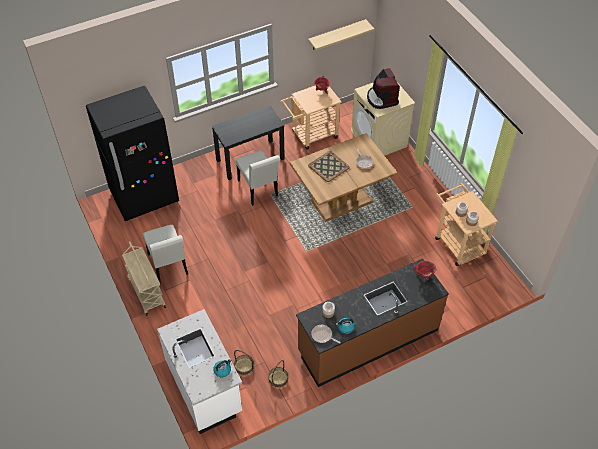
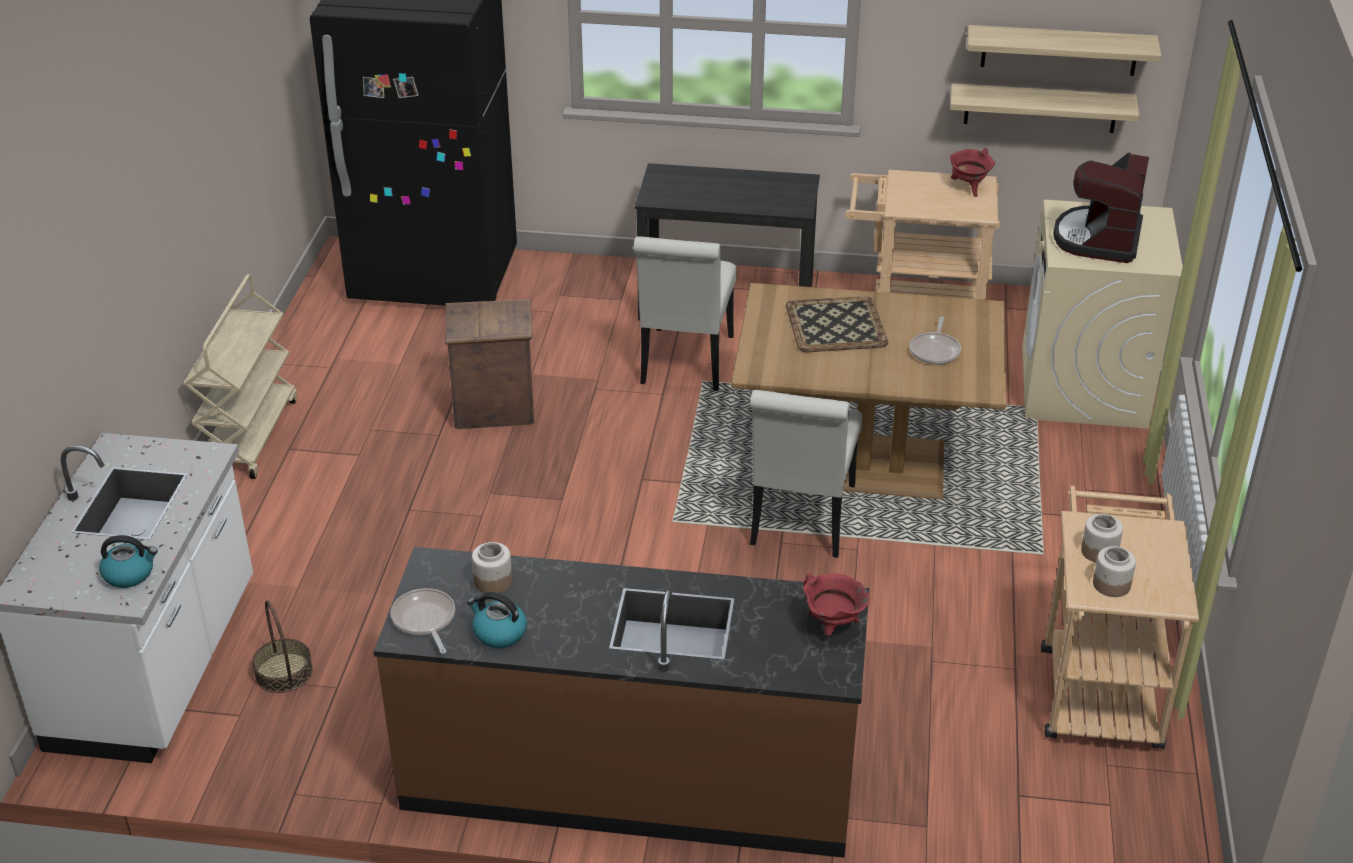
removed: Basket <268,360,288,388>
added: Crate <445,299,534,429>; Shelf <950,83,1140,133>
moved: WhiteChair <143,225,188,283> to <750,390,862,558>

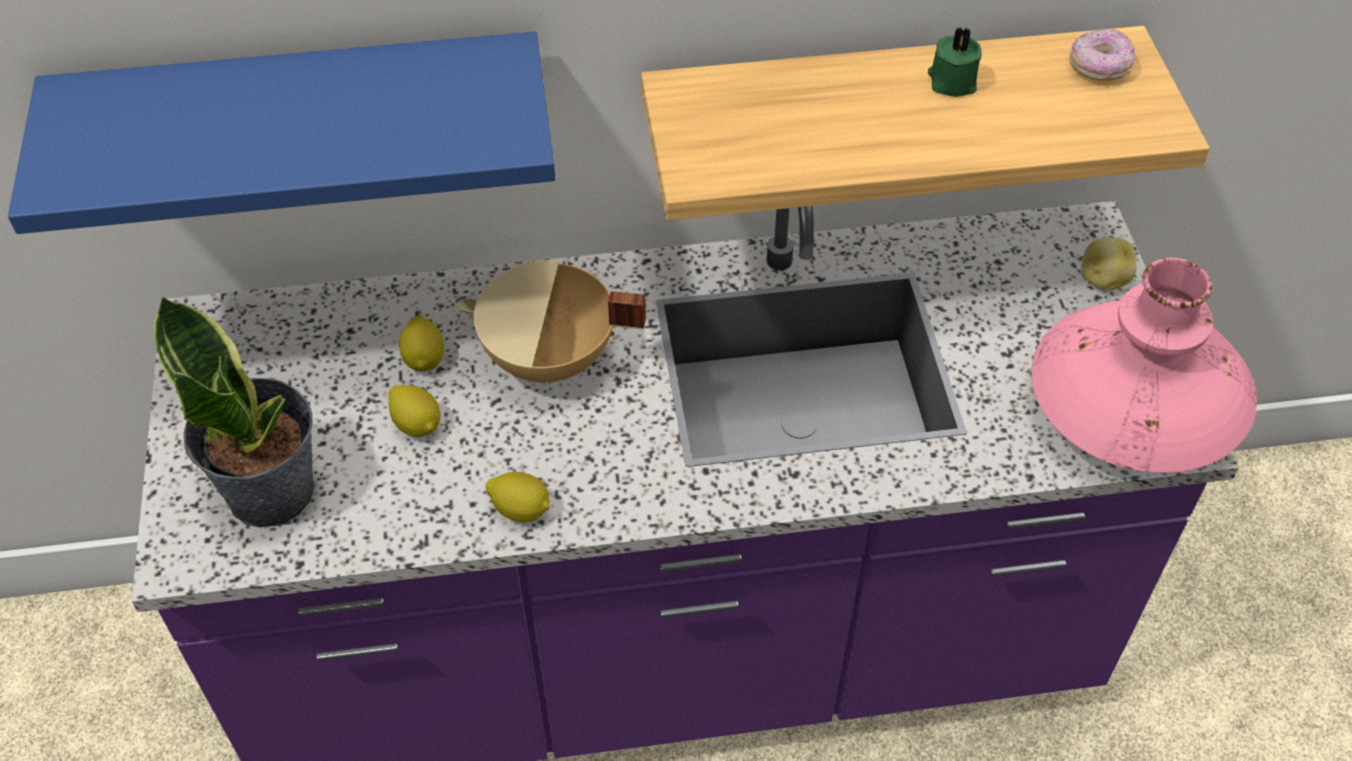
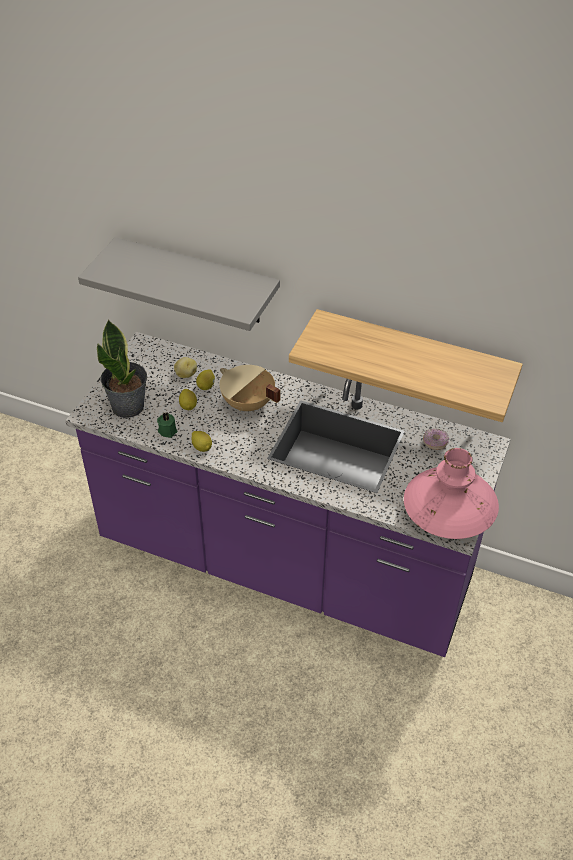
moved: GreenCandle <928,27,982,97> to <157,412,177,438>; Donut <1069,29,1135,81> to <423,429,449,450>; Potato <1081,237,1136,291> to <174,357,197,378>
recoloured: BlueShelf <8,32,555,234> to GreyShelf <78,237,280,331>

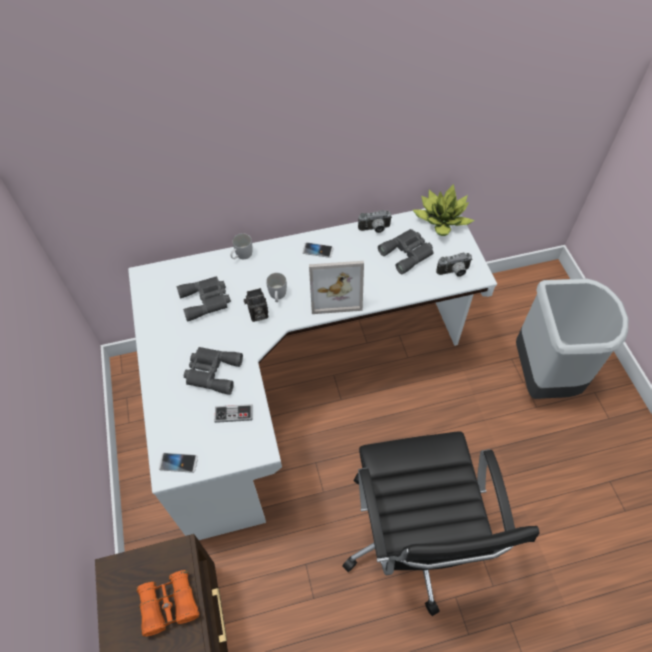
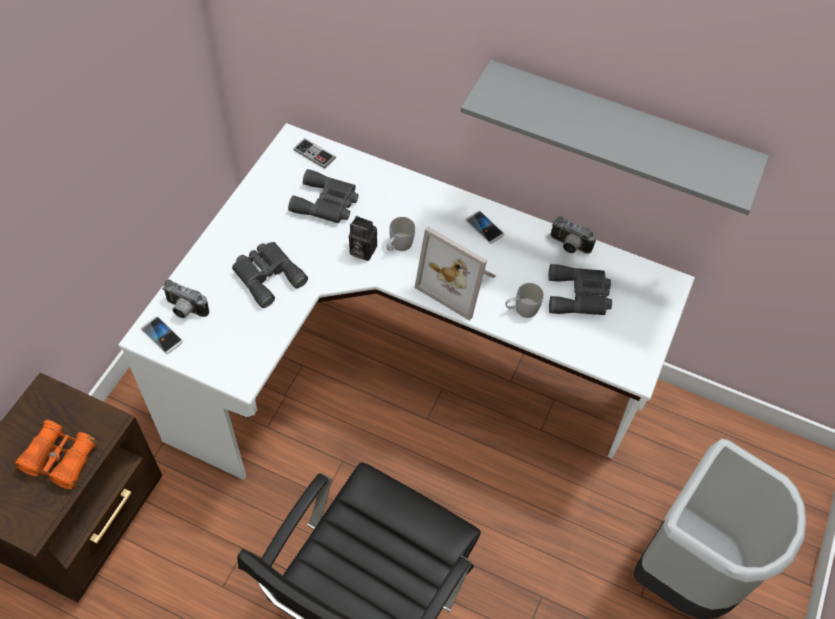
removed: PottedPlant <413,184,475,236>
added: GreyShelf <461,60,769,215>
moved: GameController <215,404,253,423> to <294,138,336,169>; WhiteMug <230,233,252,259> to <506,283,544,318>; PhotoCamera <436,253,472,277> to <162,279,209,318>

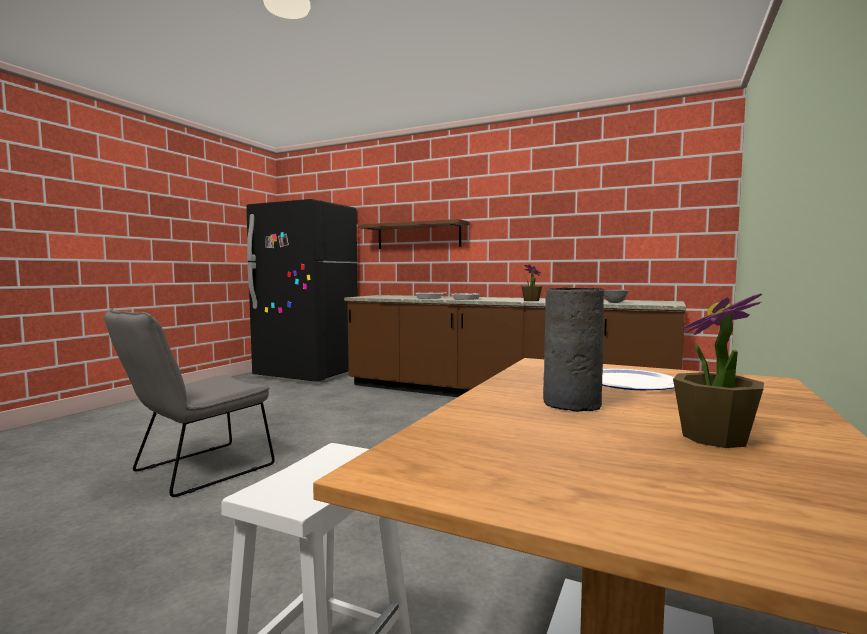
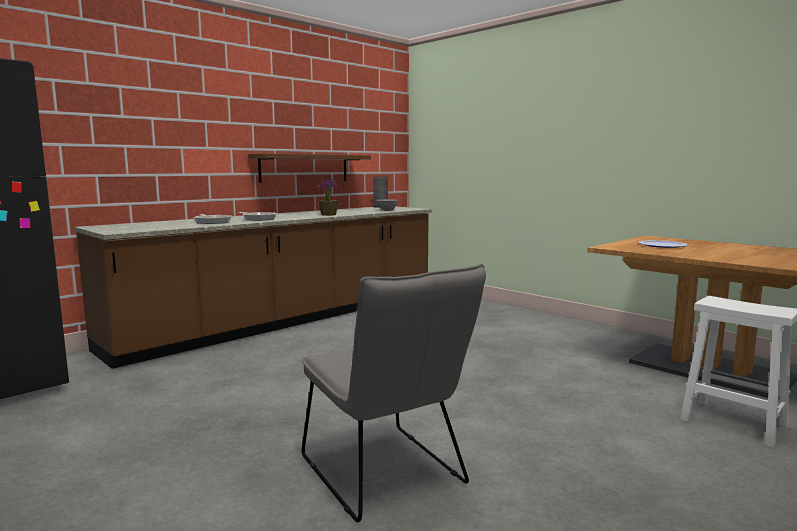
removed: PottedPlant <673,293,764,448>
moved: BrownShelf <357,219,470,249> to <248,153,371,183>; GreyVase <543,288,604,412> to <373,177,388,208>

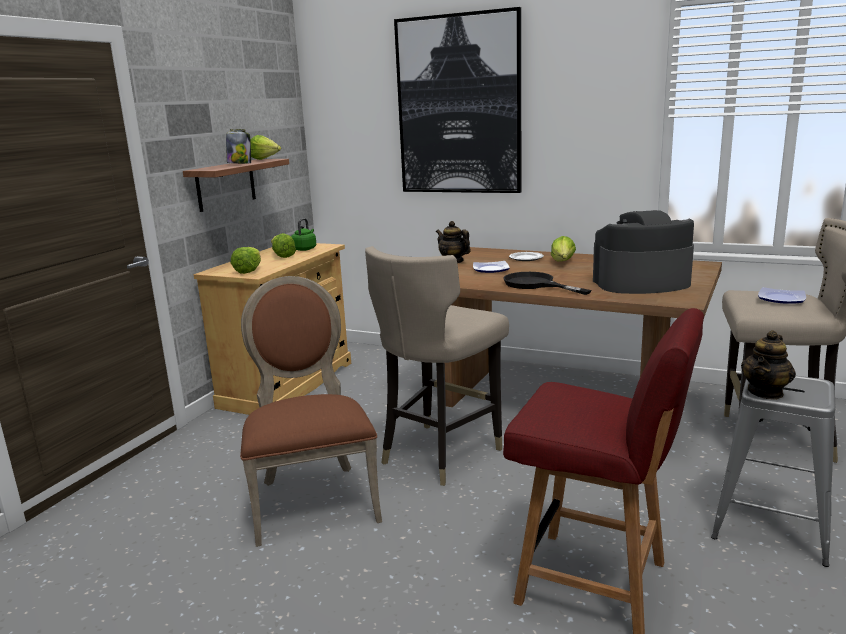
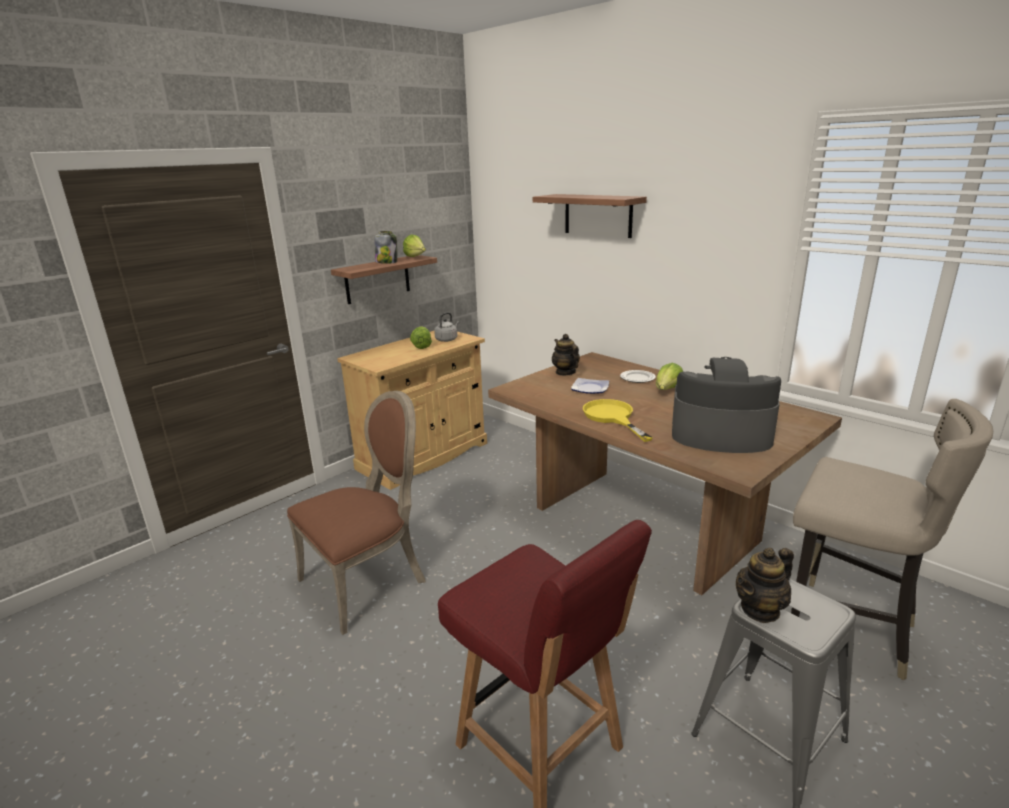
removed: Lettuce <231,247,261,274>; BeigeStool <365,246,509,486>; Plate <758,287,806,304>
replaced: Picture <394,7,521,193> to Shelf <533,194,647,238>
recoloured: GreenKettle <291,218,316,251> to GreyKettle <434,312,459,342>; BlackFryingPan <503,272,591,295> to YellowFryingPan <583,399,653,442>
turned: BrownChair <240,276,382,547> = <287,391,426,635> 45 degrees clockwise

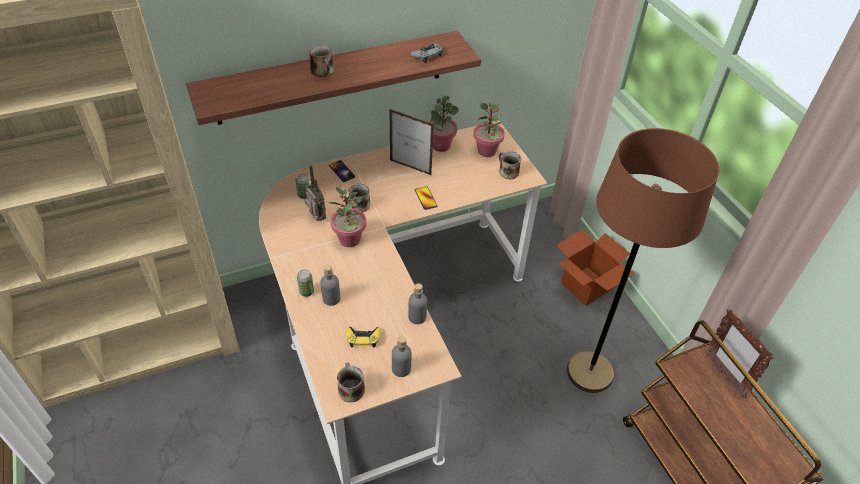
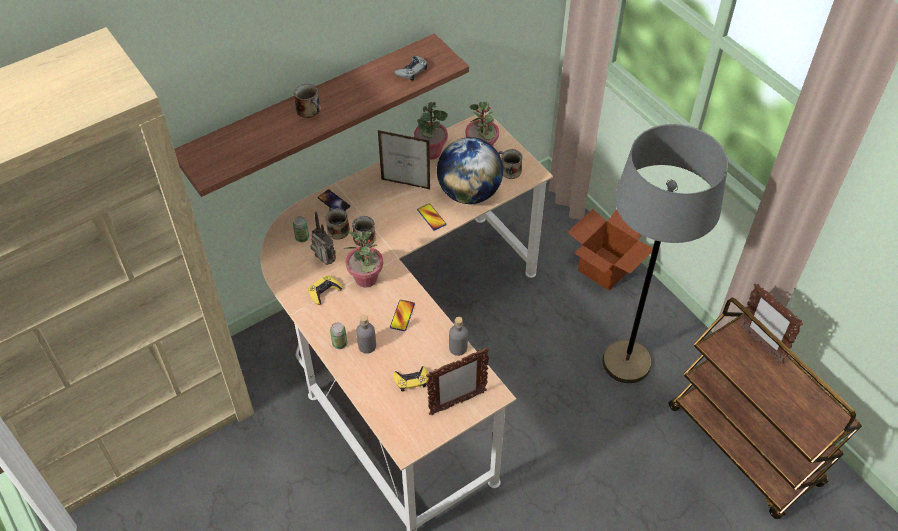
added: YellowGameController <308,275,342,305>; Phone <390,300,415,331>; Globe <437,137,503,204>
moved: Mug <337,362,365,402> to <326,208,350,240>
replaced: GreyBottle <392,336,412,377> to PictureFrame <426,347,490,415>
recoloured: BrownFloorLamp <567,128,719,393> to GreyFloorLamp <602,124,728,383>

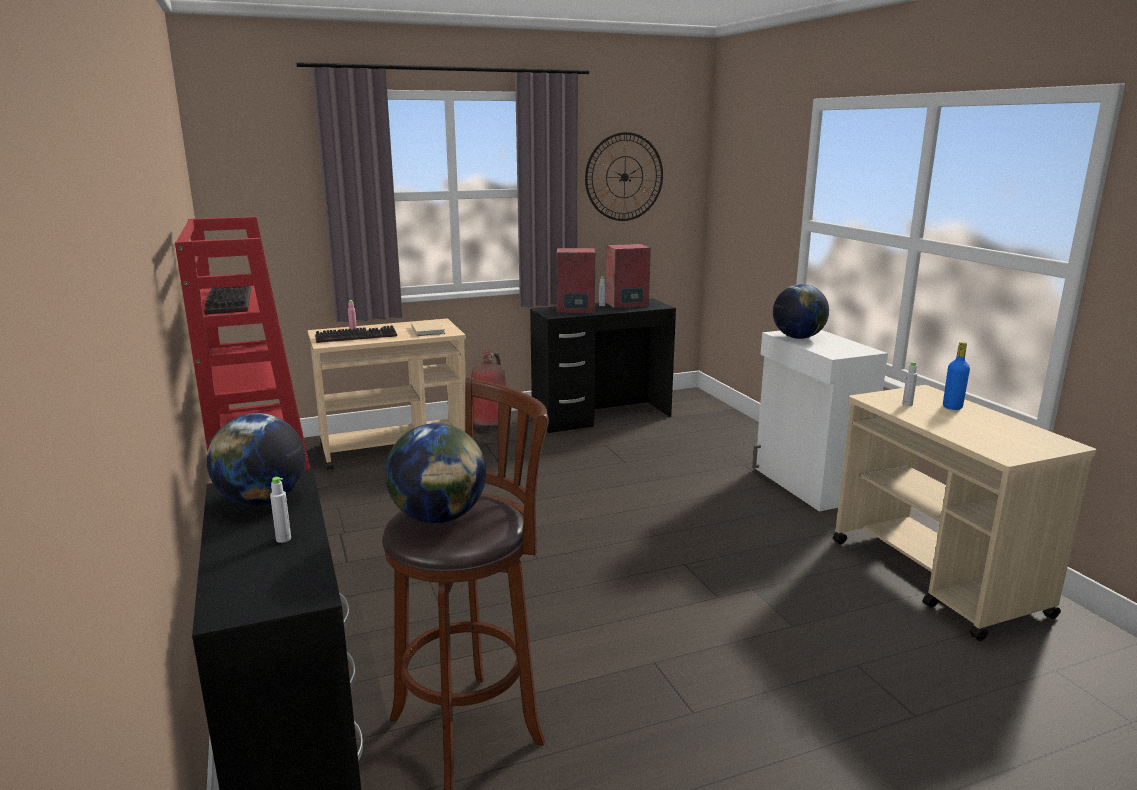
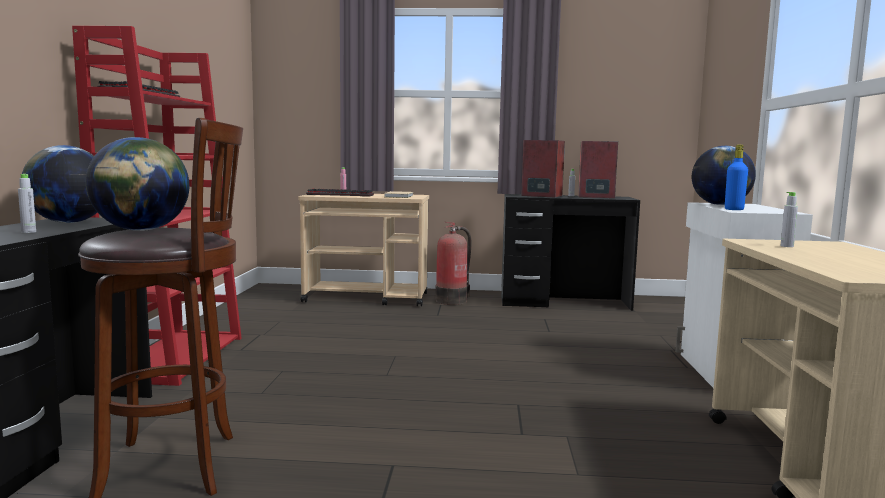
removed: WallClock <585,132,663,221>
moved: BlueBottle <943,342,970,410> to <725,145,748,210>

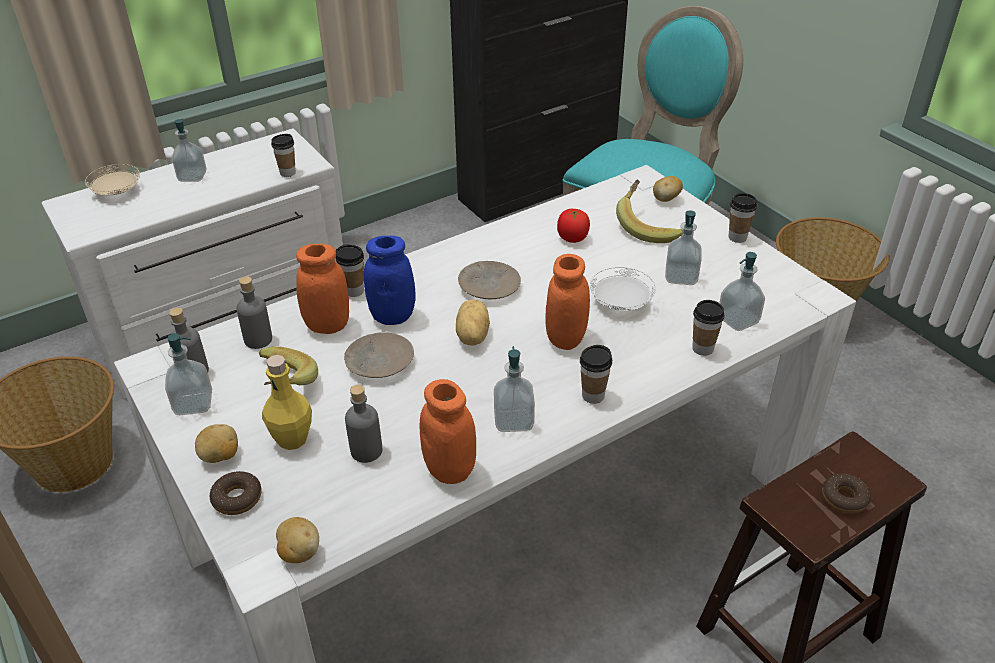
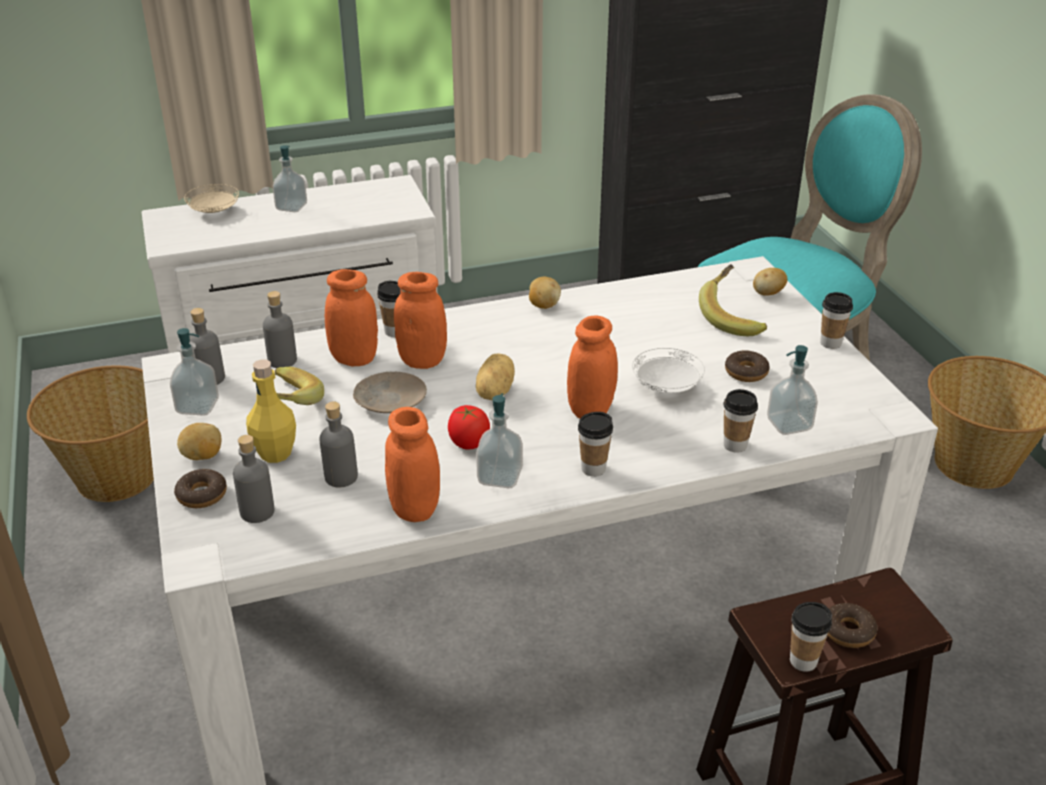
removed: BeigePlate <458,261,521,299>
added: GreyBottle <233,435,274,523>
moved: Cup <271,134,296,177> to <790,602,832,672>; Potato <276,517,319,563> to <529,277,561,309>; Tomato <557,209,590,243> to <448,405,490,450>
replaced: SoapDispenser <665,210,702,285> to Donut <725,350,770,382>
recoloured: BlueJar <364,236,416,325> to OrangeJar <394,272,447,369>

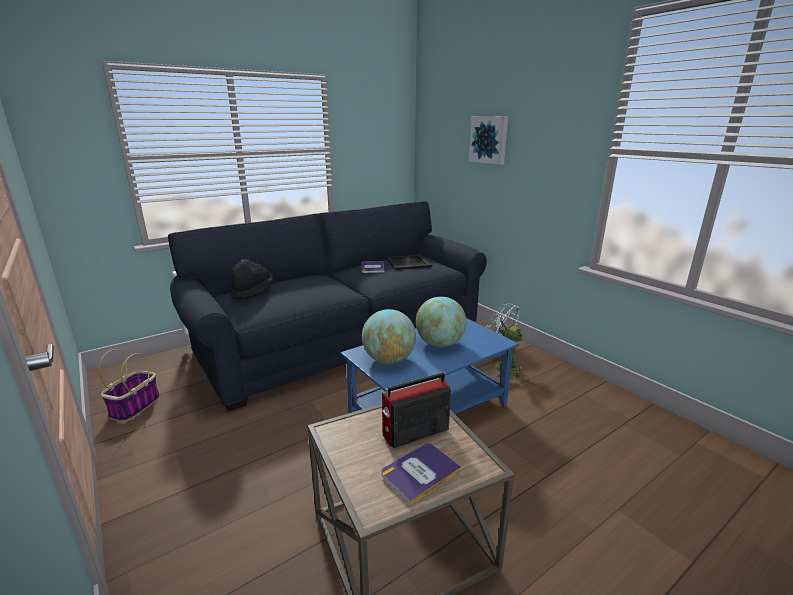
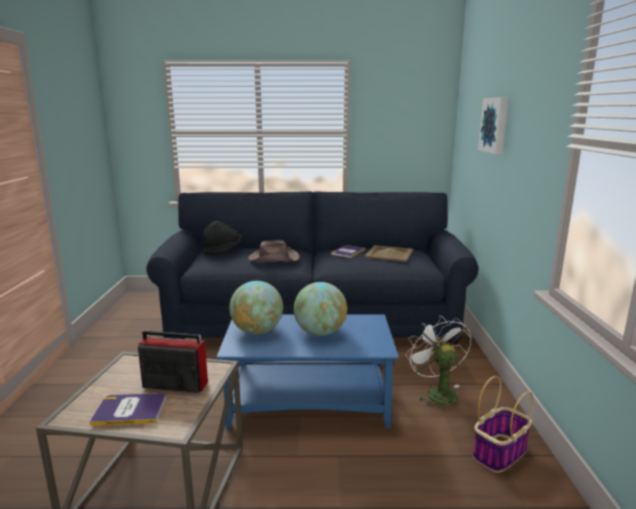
added: BrownHat <248,240,299,262>
moved: Basket <98,349,160,422> to <473,376,534,473>
recoloured: BlackTray <386,254,432,270> to BeigeTray <364,245,413,262>

